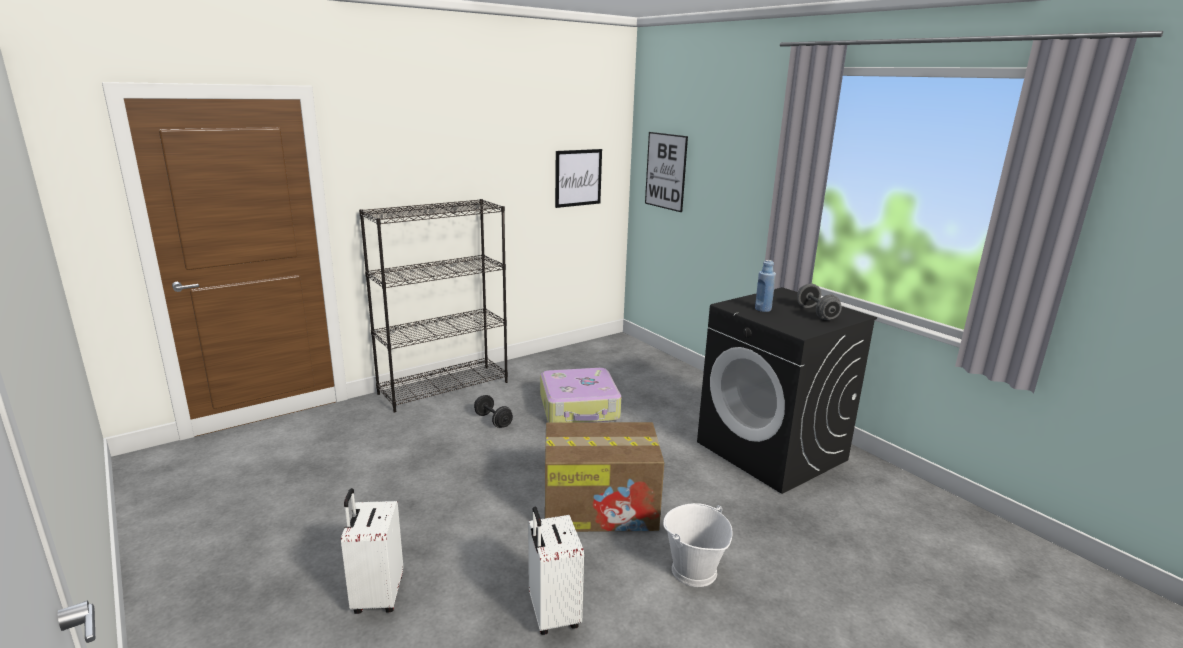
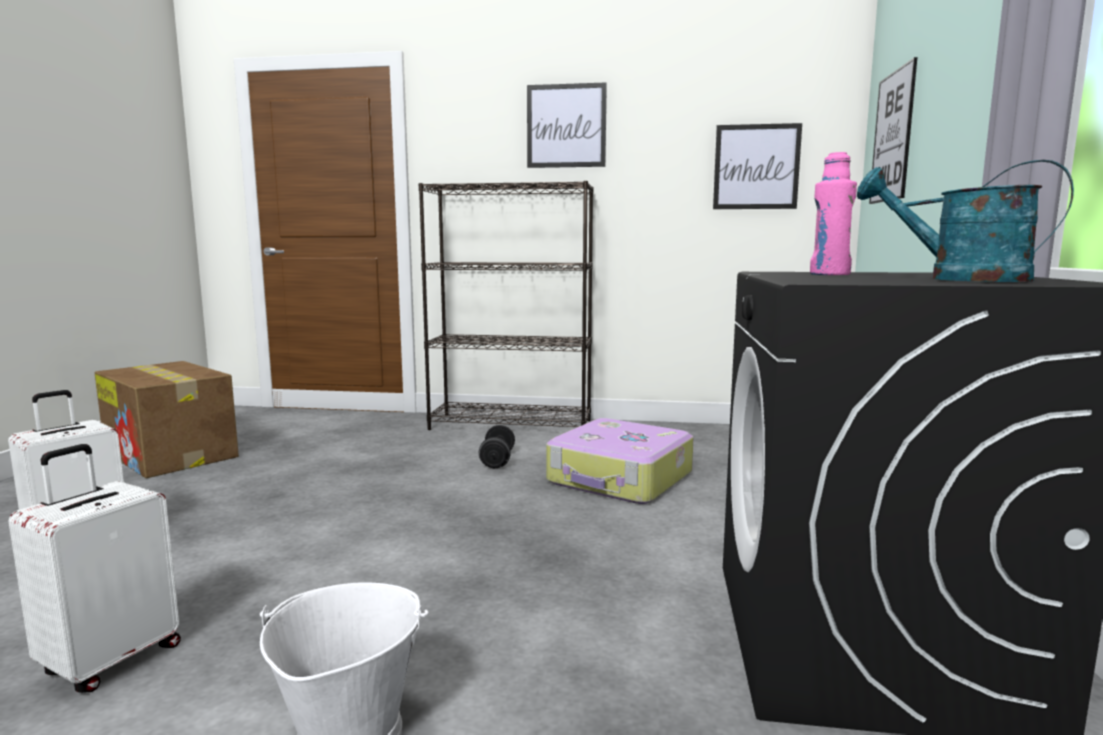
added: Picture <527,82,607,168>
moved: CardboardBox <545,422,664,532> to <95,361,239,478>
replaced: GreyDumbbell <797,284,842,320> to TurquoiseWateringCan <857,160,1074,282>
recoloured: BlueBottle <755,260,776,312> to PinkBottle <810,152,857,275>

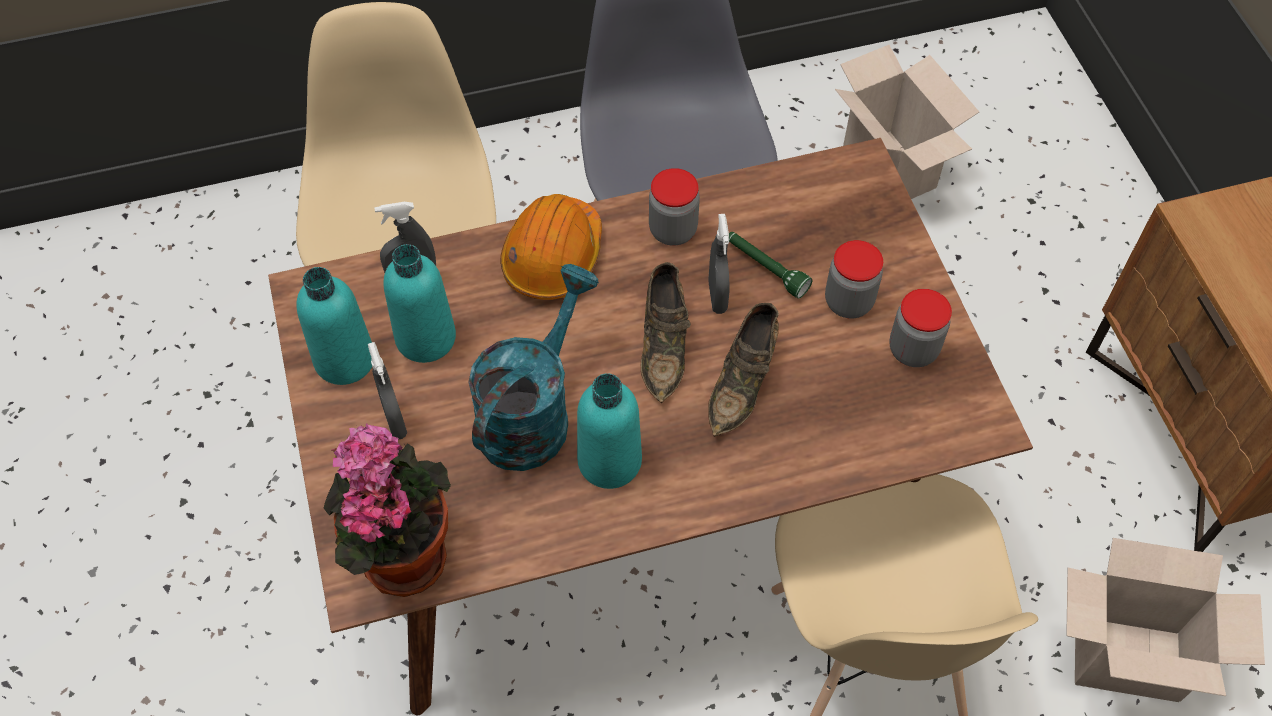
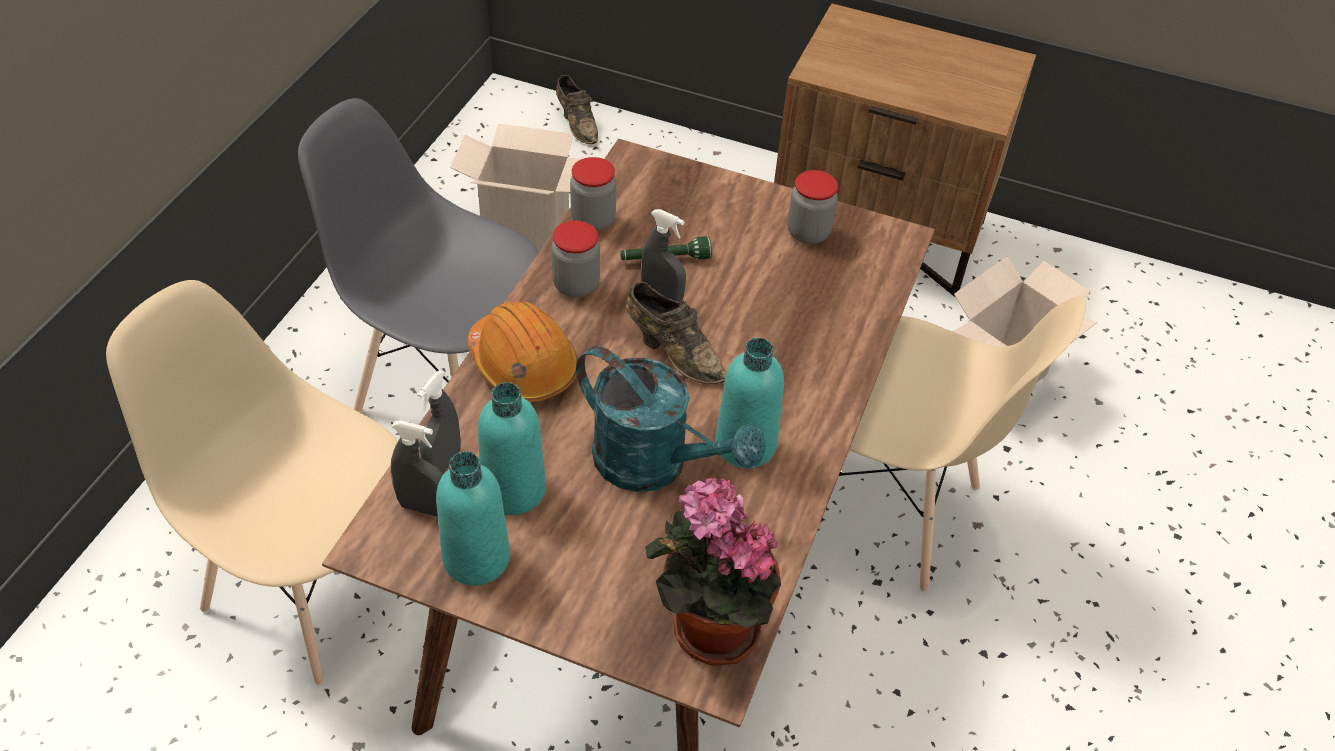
moved: GreySprayBottle <368,342,407,440> to <391,420,444,517>; BrownShoe <708,303,779,437> to <556,75,598,144>; Jar <825,240,883,318> to <570,157,616,231>
turned: TurquoiseWateringCan <468,264,599,471> = <576,346,765,492> 150 degrees clockwise

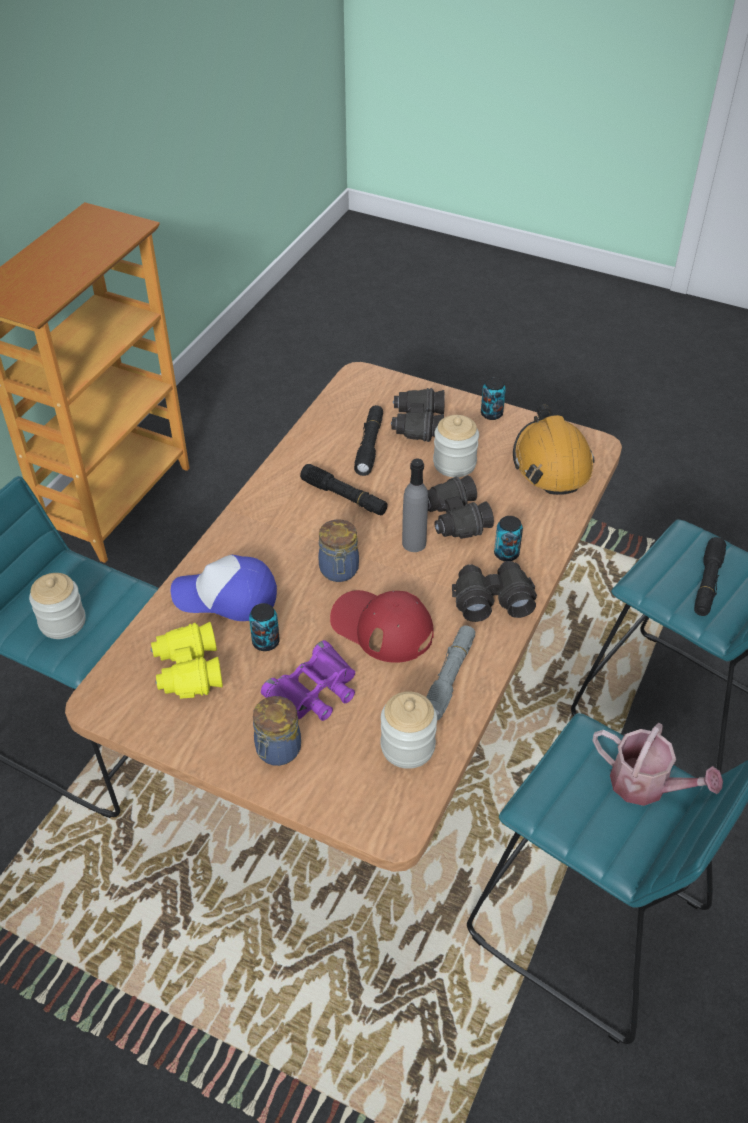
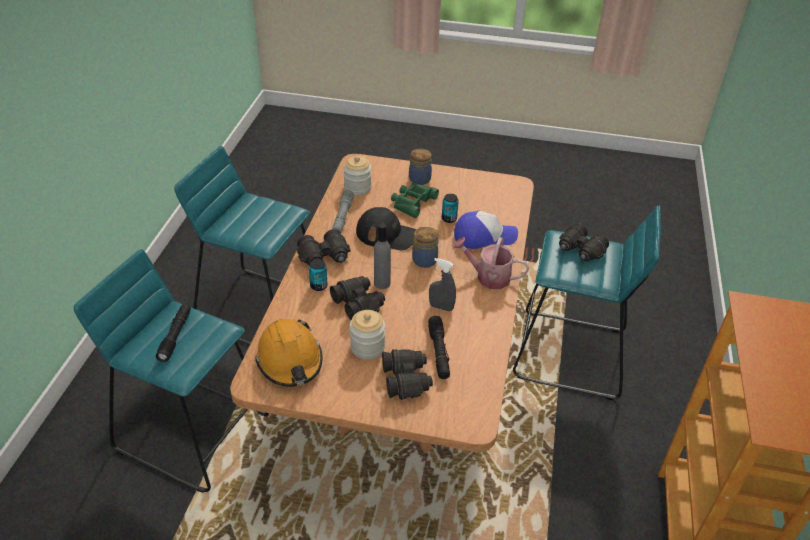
removed: YellowBinoculars <151,622,223,699>; Can <481,378,506,420>
moved: WateringCan <593,723,723,806> to <453,237,529,289>
replaced: Jar <29,573,86,639> to BlackBinoculars <559,223,609,261>; BlackFlashlight <300,464,388,515> to GreySprayBottle <429,258,456,312>
recoloured: PurpleBinoculars <261,640,355,721> to GreenBinoculars <391,182,439,218>; RedCap <330,590,434,663> to BlackCap <356,207,417,250>

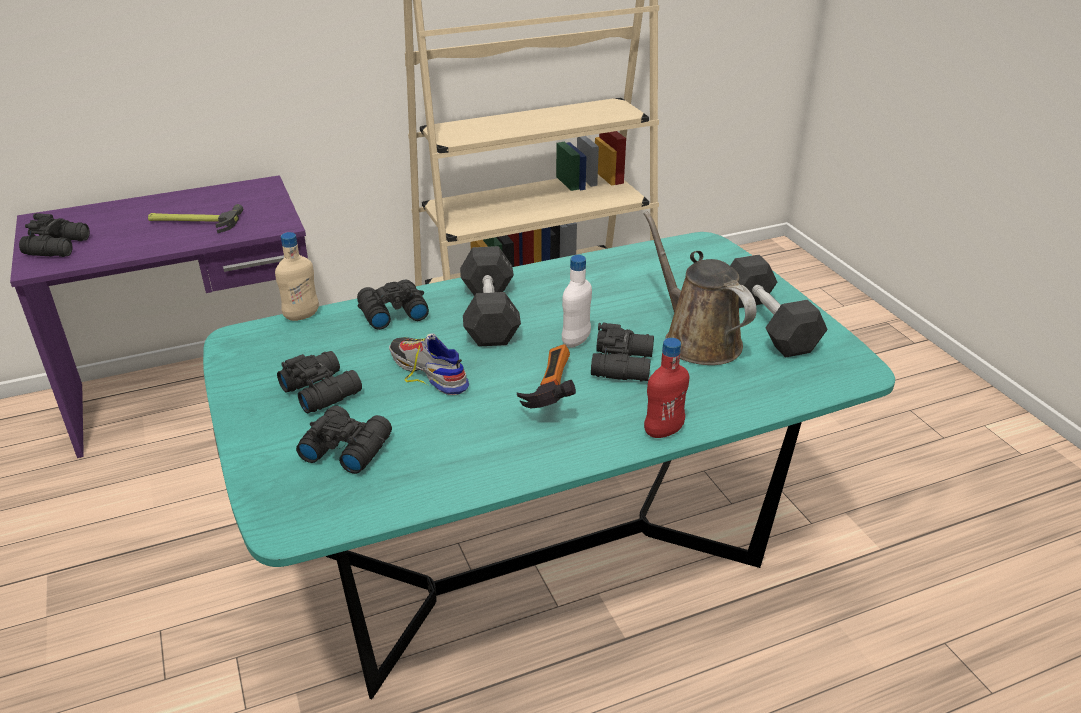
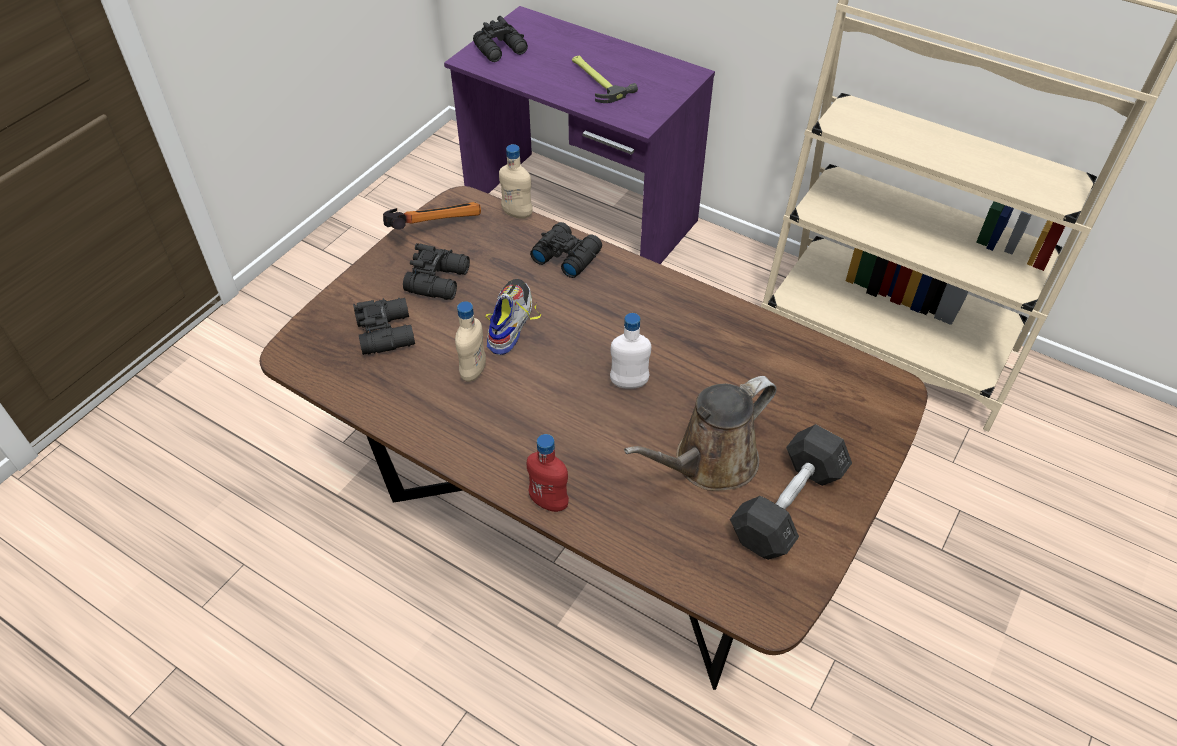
removed: GreyDumbbell <460,246,521,347>; BlackBinoculars <591,323,654,382>
added: BeigeBottle <455,301,486,382>
moved: Hammer <517,344,576,408> to <383,202,481,230>
recoloured: TurquoiseDiningTable <203,232,895,699> to BrownDiningTable <260,186,927,690>
turned: BrownWateringCan <643,211,757,365> = <624,376,777,491> 150 degrees counterclockwise

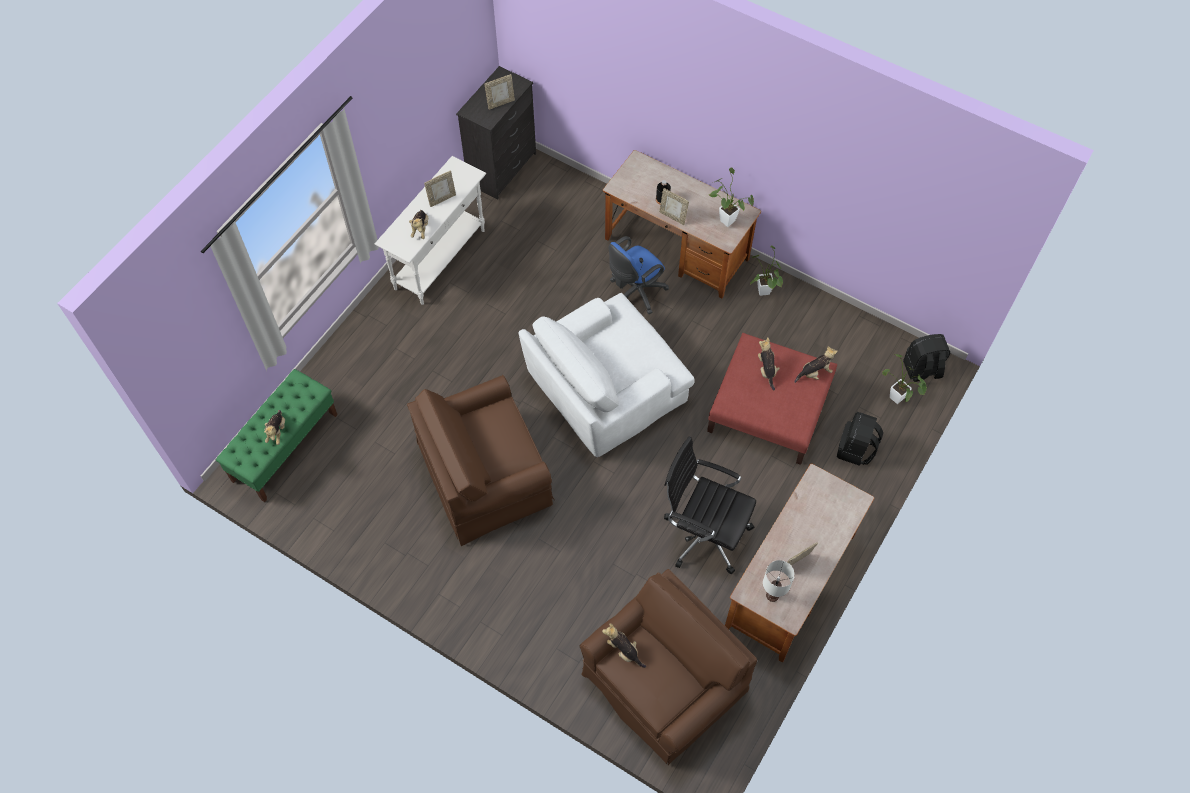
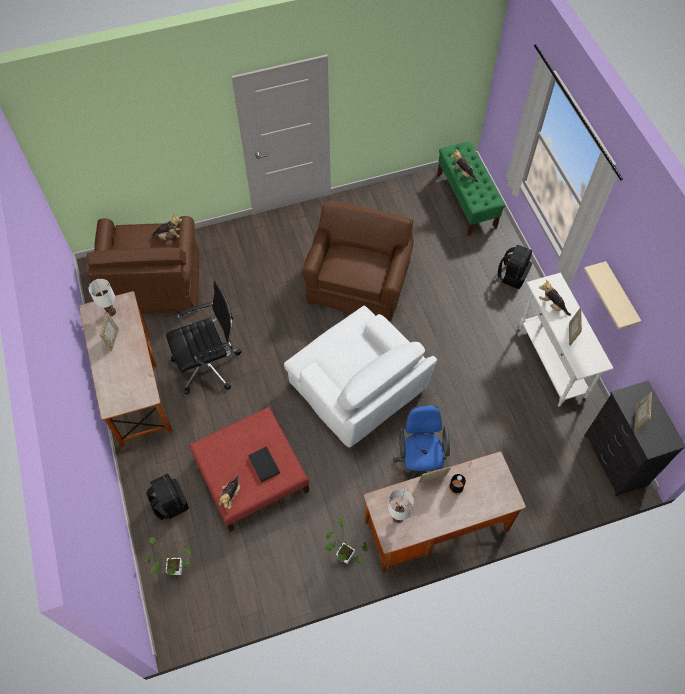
added: BeigeShelf <584,261,641,329>
moved: BlackBackpack <903,334,950,382> to <498,245,532,289>
replaced: PottedPlant <709,167,754,227> to WhiteTableLamp <388,489,414,523>; PlushToy <758,337,780,390> to BlackBook <248,447,280,482>
turned: WhiteArmchair <518,293,695,457> = <284,306,437,447> 135 degrees clockwise

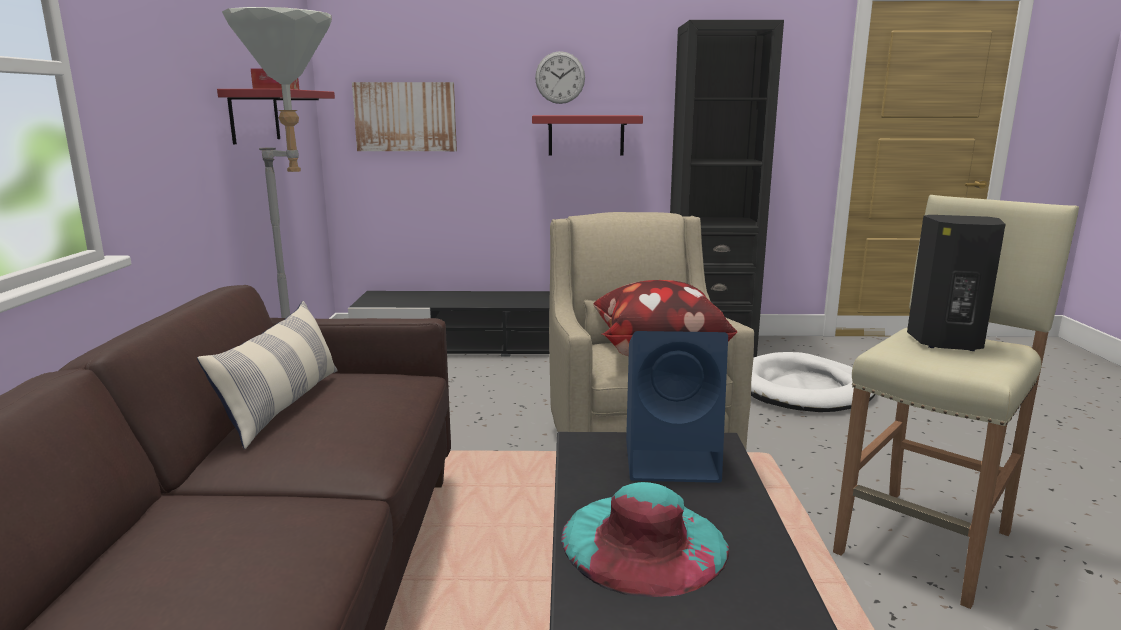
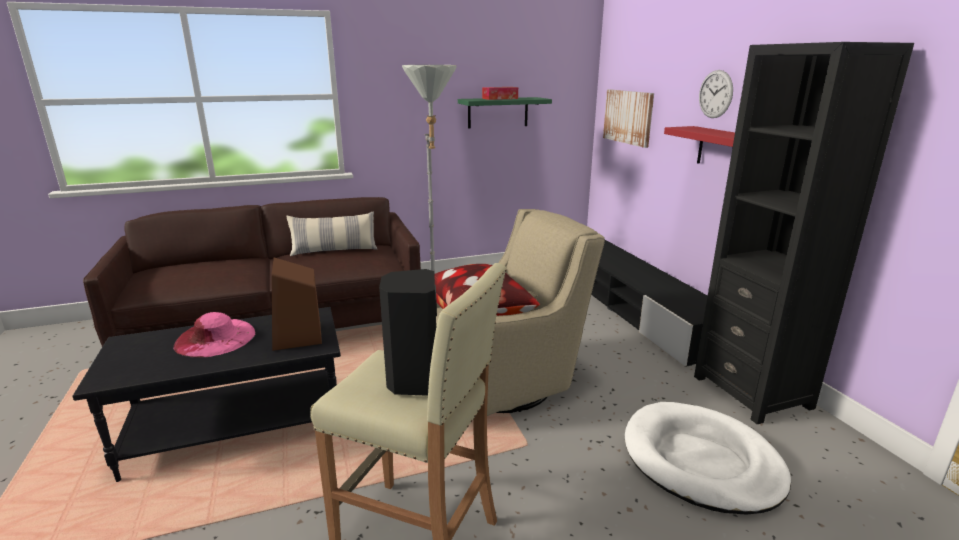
recoloured: RedShelf <217,89,335,144> to GreenShelf <458,97,552,129>; TurquoiseHat <561,482,729,597> to PinkHat <173,312,256,358>; BlueSpeaker <626,331,728,483> to BrownSpeaker <272,257,322,351>

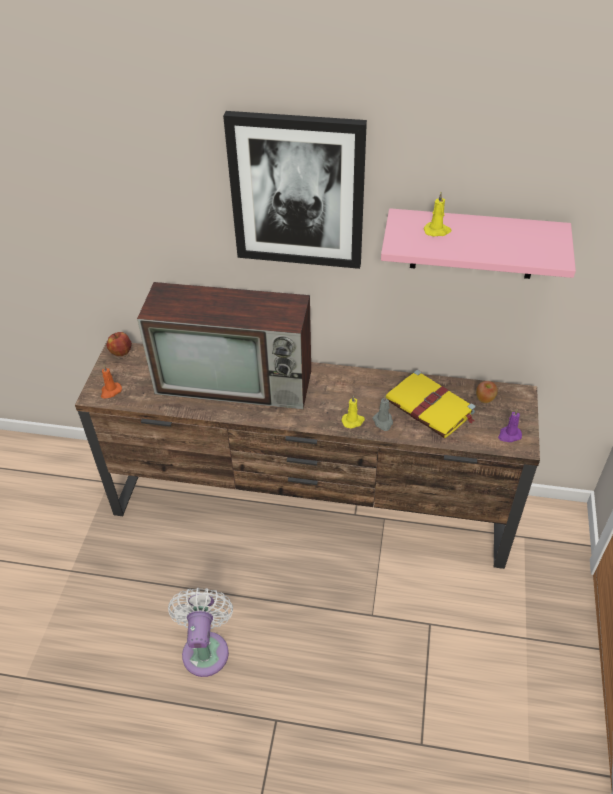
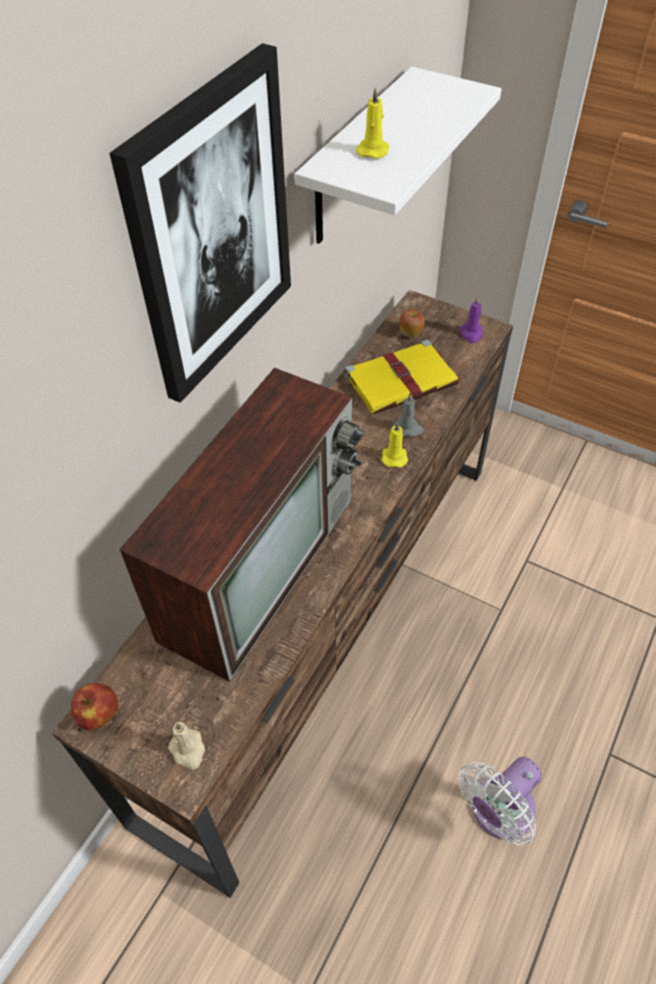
recoloured: OrangeCandle <101,365,122,398> to BeigeCandle <168,722,205,770>; PinkShelf <381,208,576,279> to WhiteShelf <295,67,502,244>
turned: WhiteFan <168,588,233,677> = <458,757,542,845> 60 degrees counterclockwise

